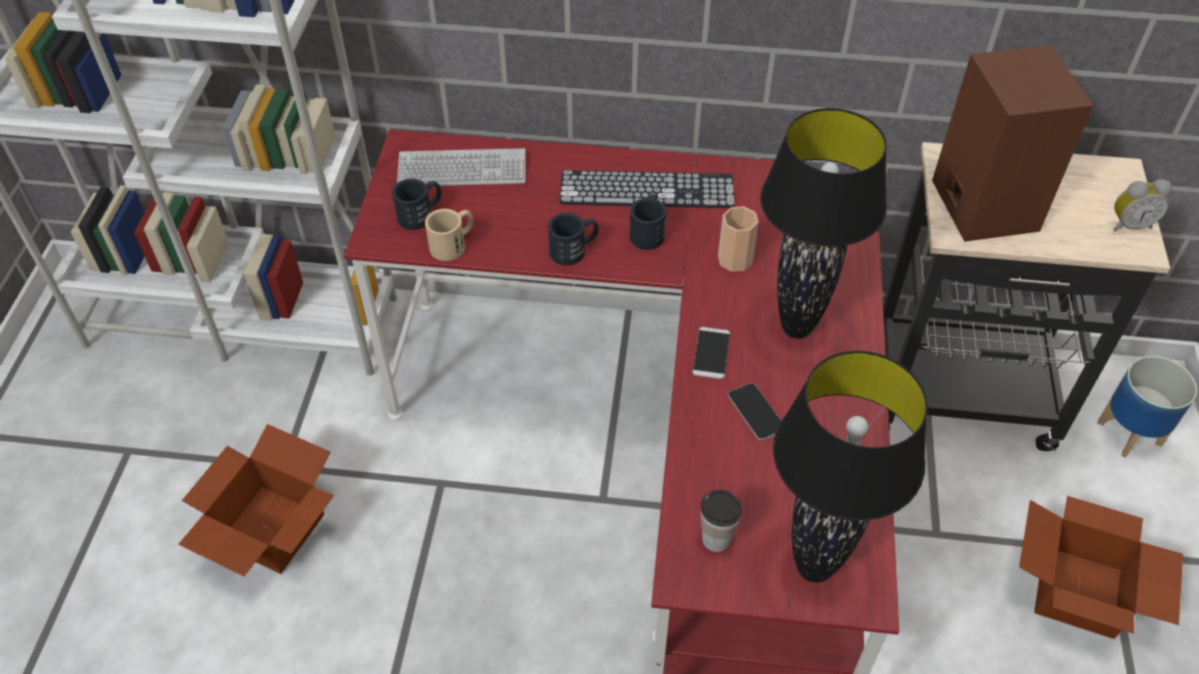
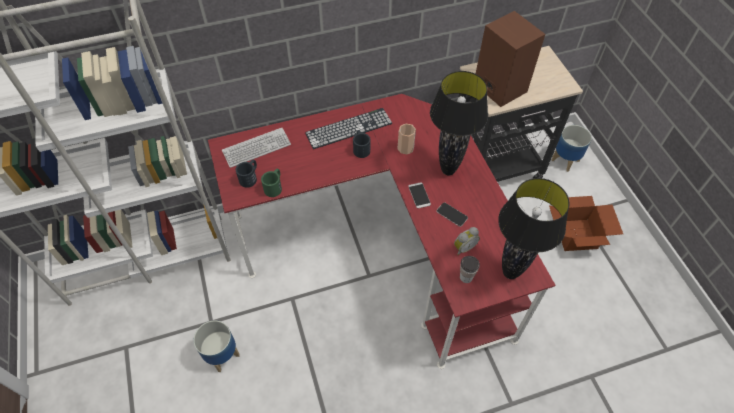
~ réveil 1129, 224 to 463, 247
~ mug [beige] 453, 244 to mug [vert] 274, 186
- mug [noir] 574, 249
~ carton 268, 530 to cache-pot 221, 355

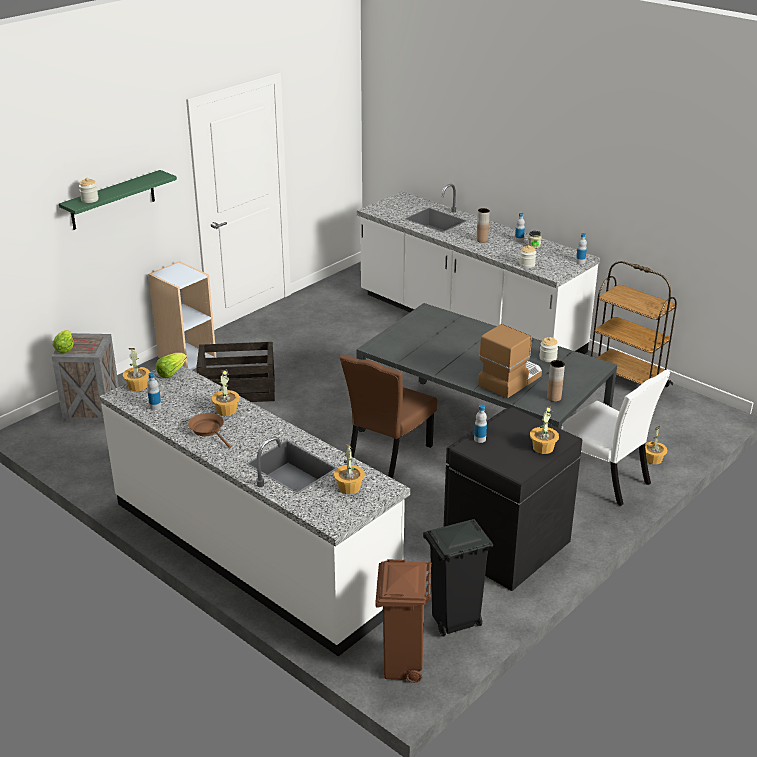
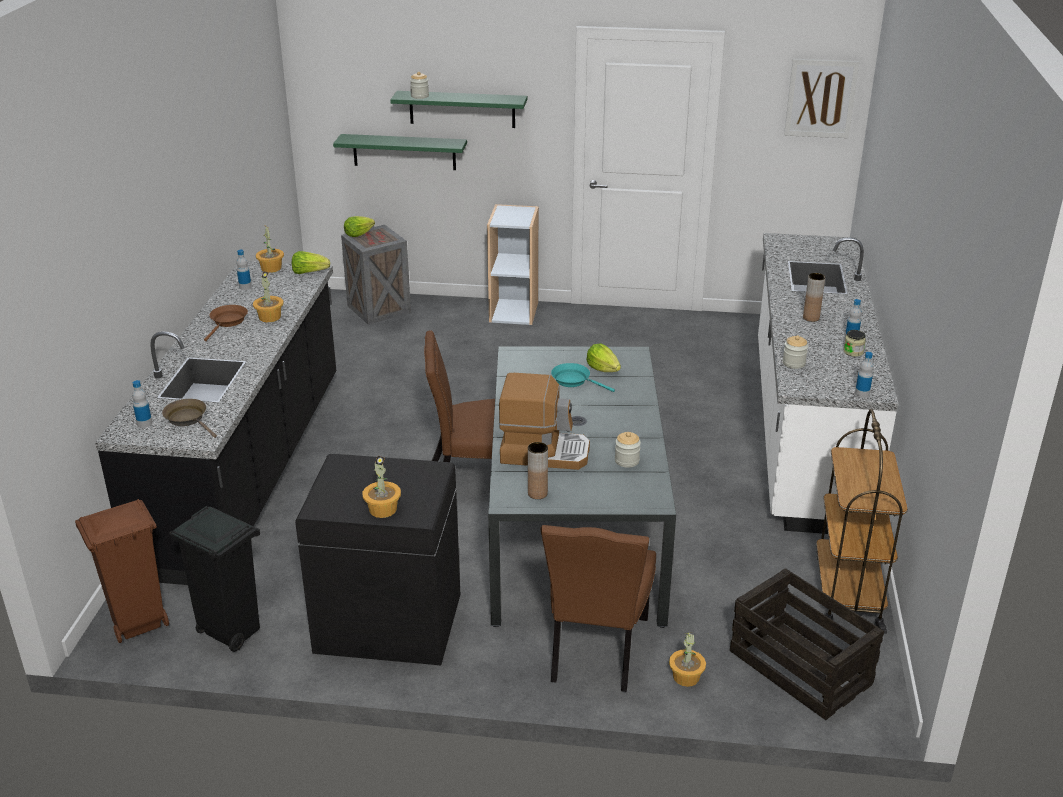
~ caisse 238, 390 to 801, 668
~ comptoir de cuisine [blanc] 253, 551 to comptoir de cuisine [noir] 248, 471
~ chaise [blanc] 601, 477 to chaise [marron] 596, 646
~ bouteille 479, 439 to 144, 423
~ plante en pot 349, 487 to poêle [marron] 188, 419
+ tableau 820, 98
+ étagère [vert] 404, 152
+ laitue 603, 369
+ poêle [turquoise] 574, 380

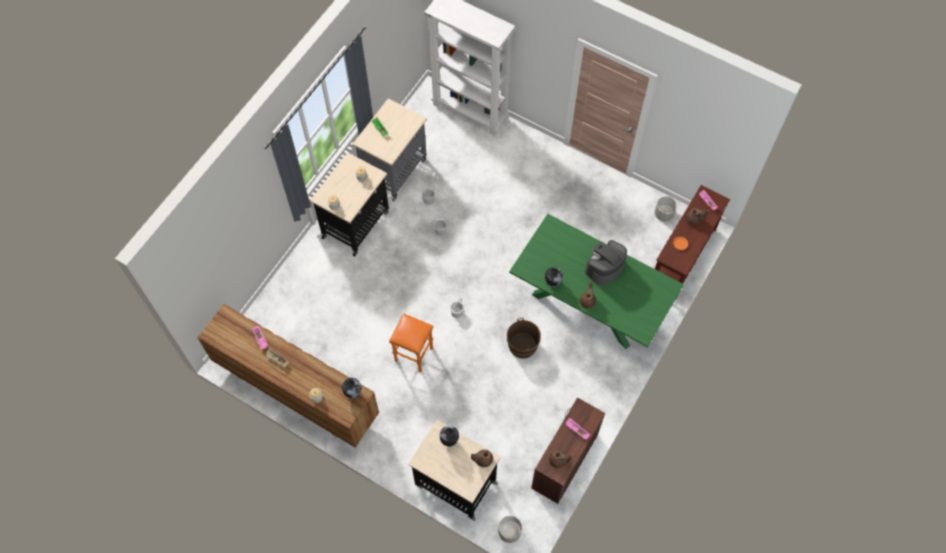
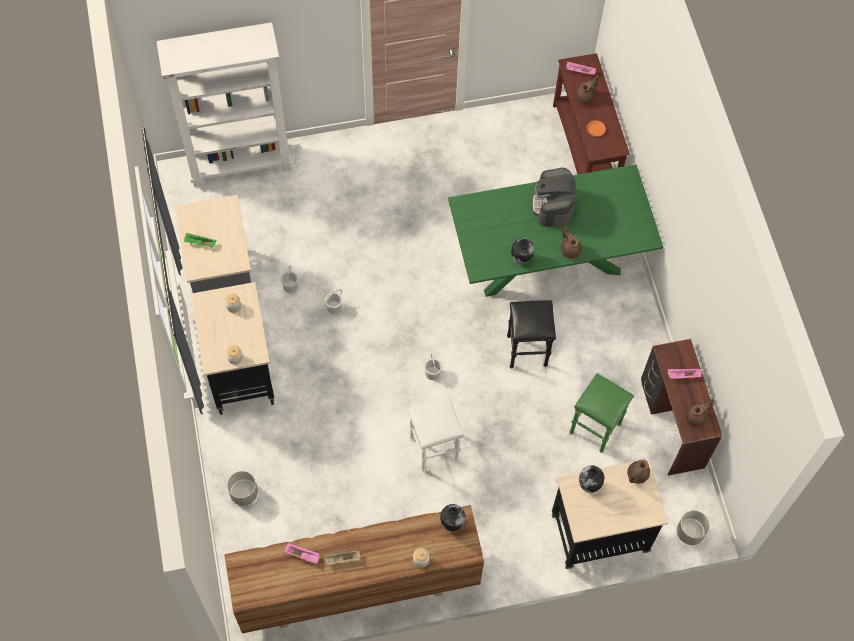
~ cache-pot [gris] 663, 214 to 244, 493
~ tabouret [orange] 413, 355 to tabouret [blanc] 433, 450
~ seau [marron] 522, 345 to tabouret [noir] 526, 351
+ tabouret [vert] 594, 428

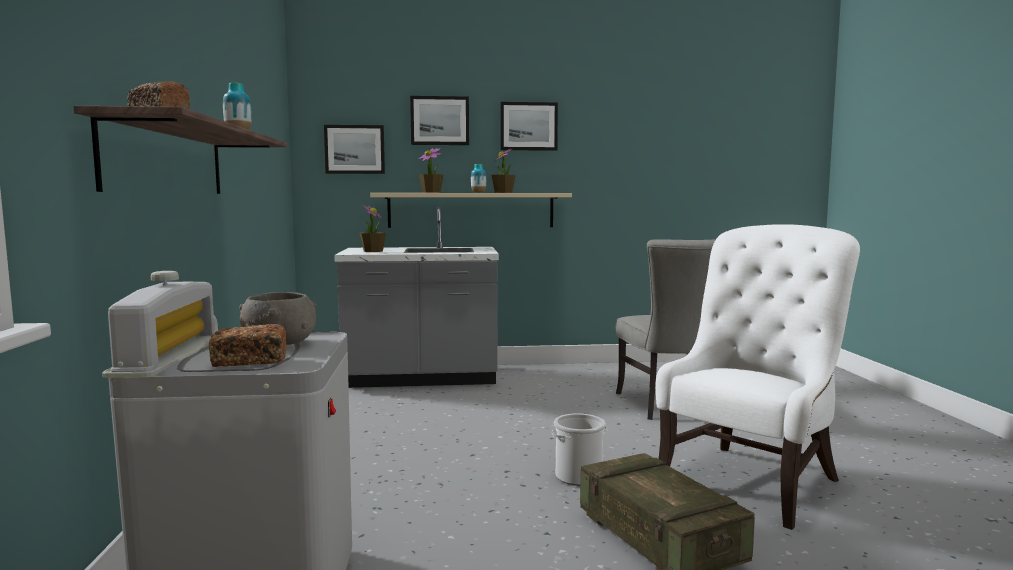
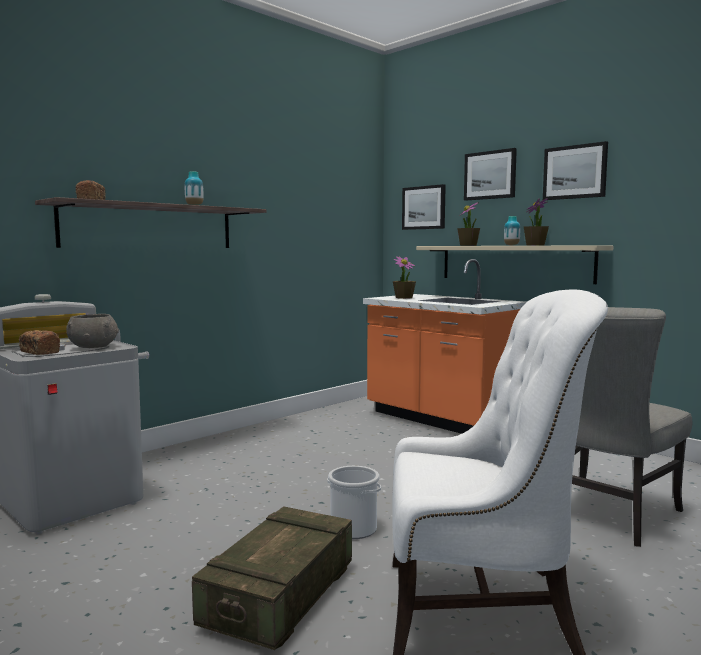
~ comptoir de cuisine [gris] 421, 378 to comptoir de cuisine [orange] 441, 419

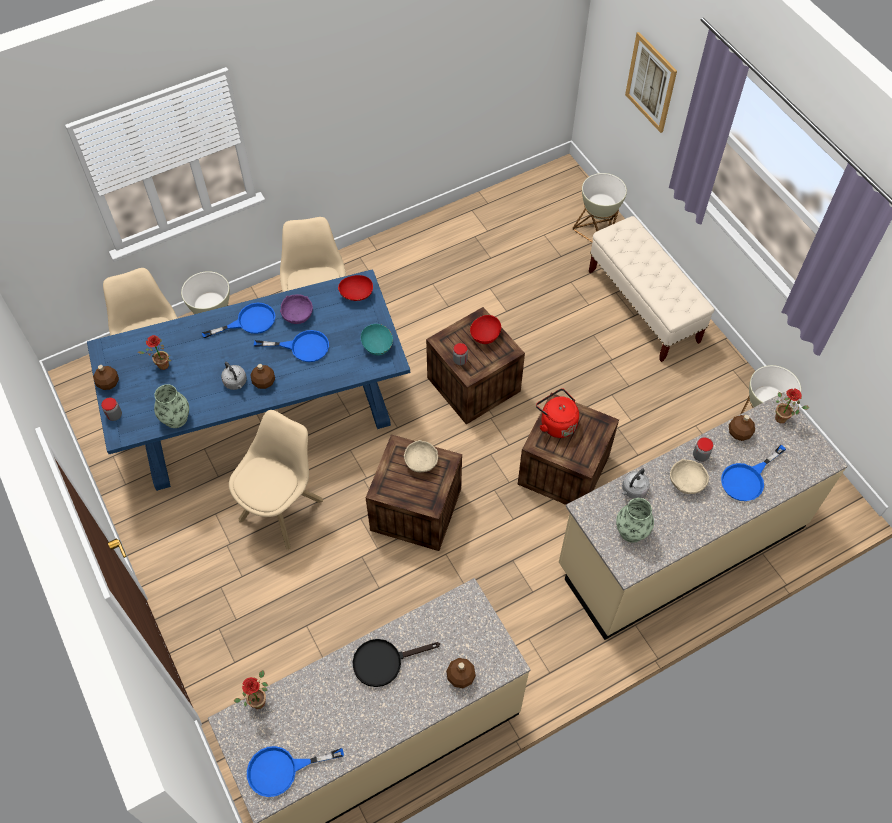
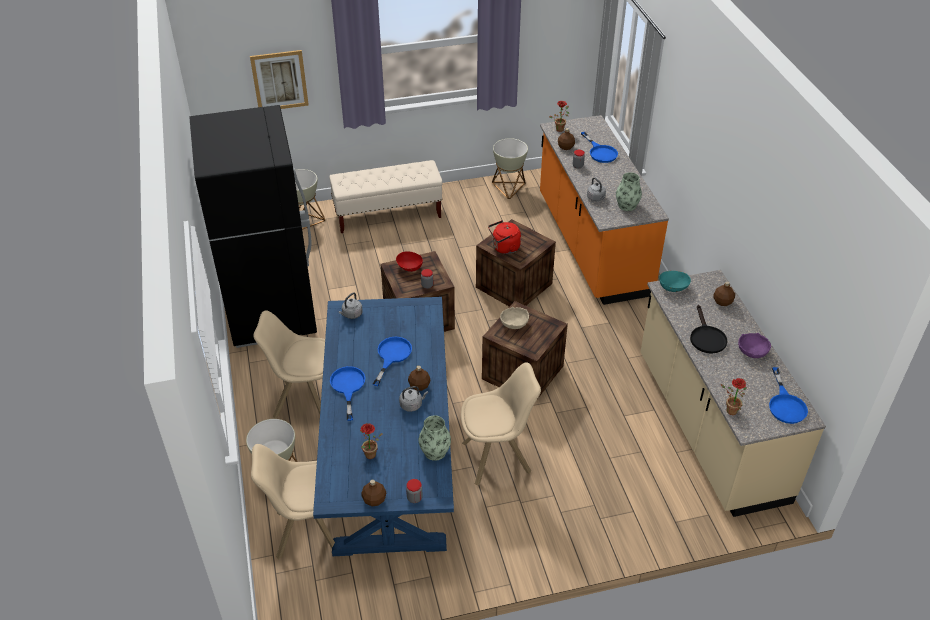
~ bol [rouge] 356, 295 to bouilloire [gris] 351, 314
~ bol [violet] 297, 315 to 752, 352
~ bol [turquoise] 377, 346 to 673, 287
~ comptoir de cuisine [beige] 680, 546 to comptoir de cuisine [orange] 591, 245
~ chaise [beige] 282, 510 = 497, 458 120 degrees clockwise
- bol [beige] 687, 482
+ réfrigérateur [noir] 271, 310

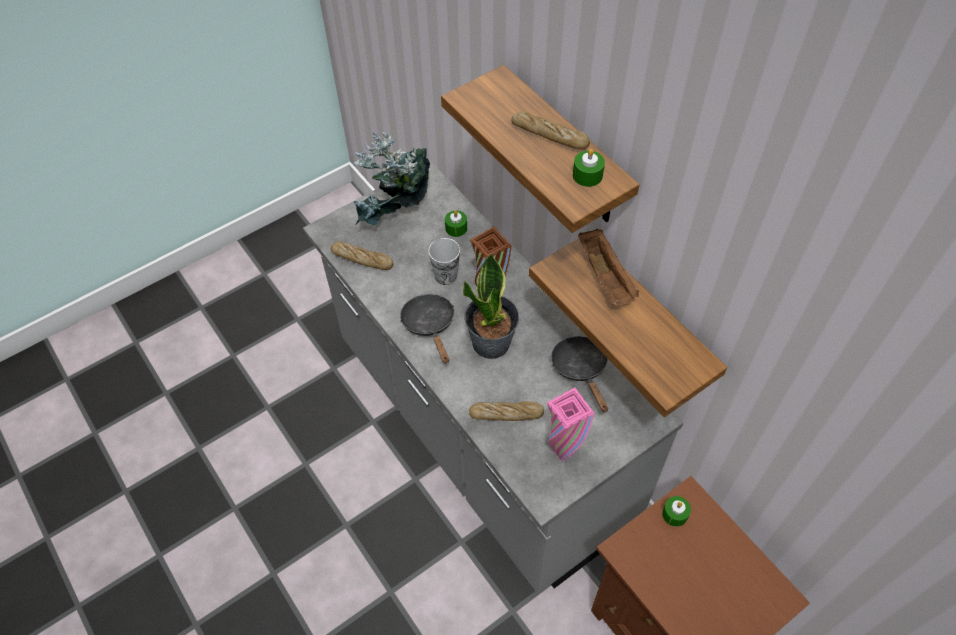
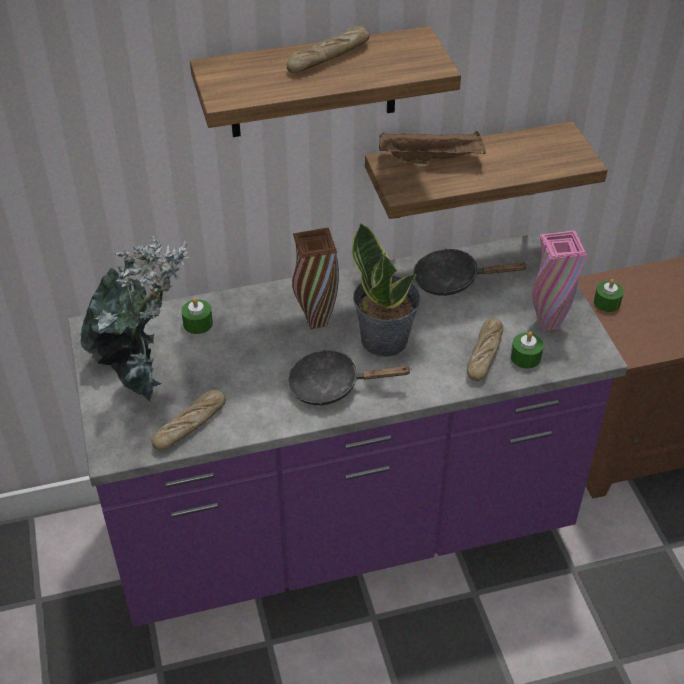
~ bougie [vert] 587, 175 to 525, 357
~ comptoir de cuisine [gris] 480, 433 to comptoir de cuisine [violet] 342, 529
- tasse 446, 276

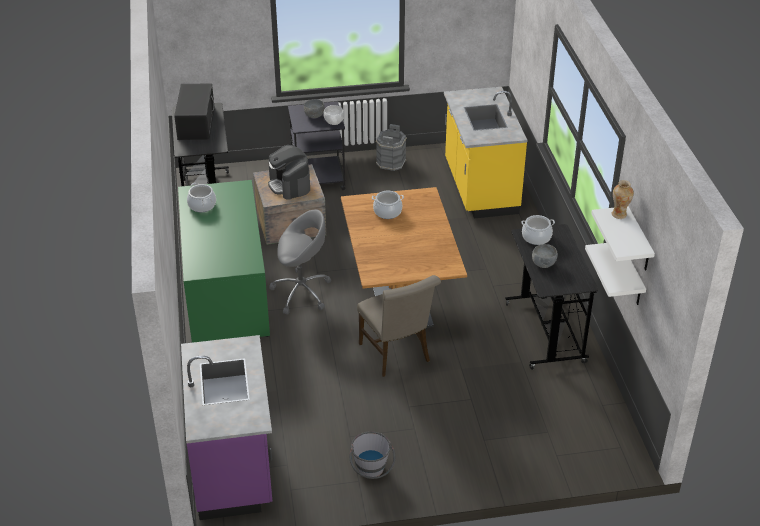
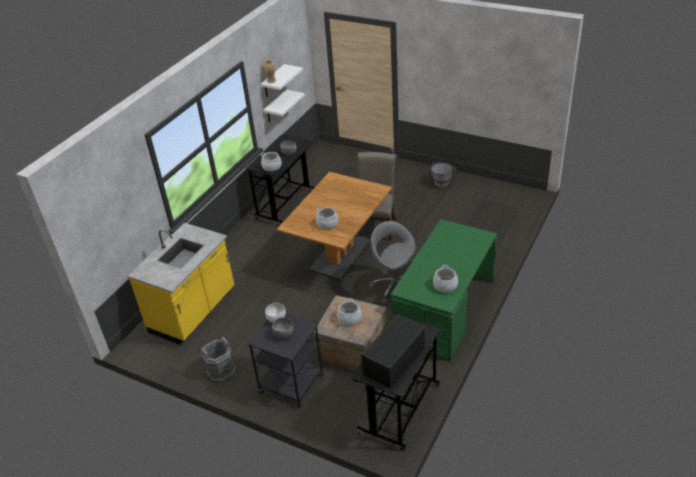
~ machine à café 289, 185 to marmite 349, 318
- comptoir de cuisine [violet] 233, 465

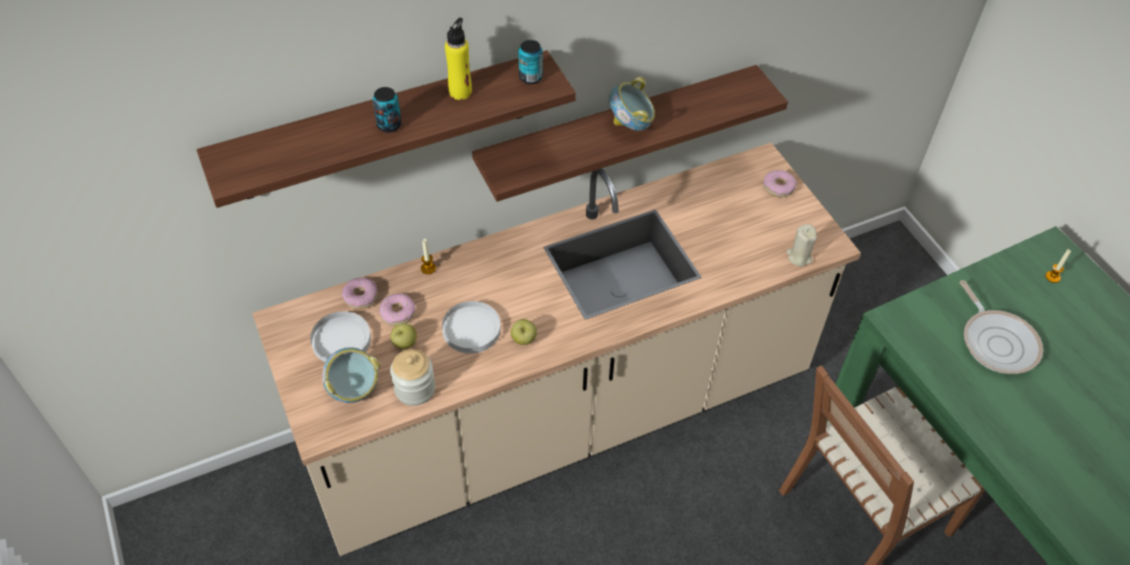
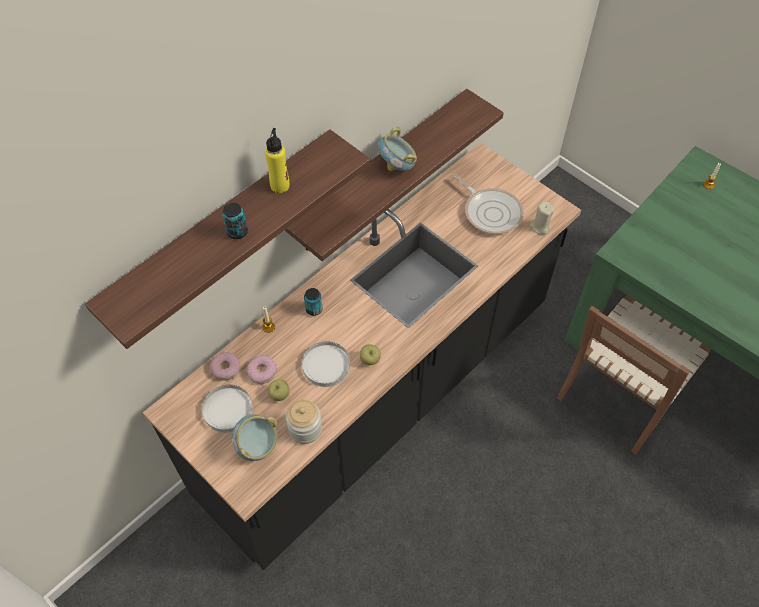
~ boîte métallique 530, 77 to 314, 309
~ comptoir de cuisine [beige] 561, 417 to comptoir de cuisine [noir] 379, 399
- beignet 778, 187
~ poêle 997, 342 to 490, 212

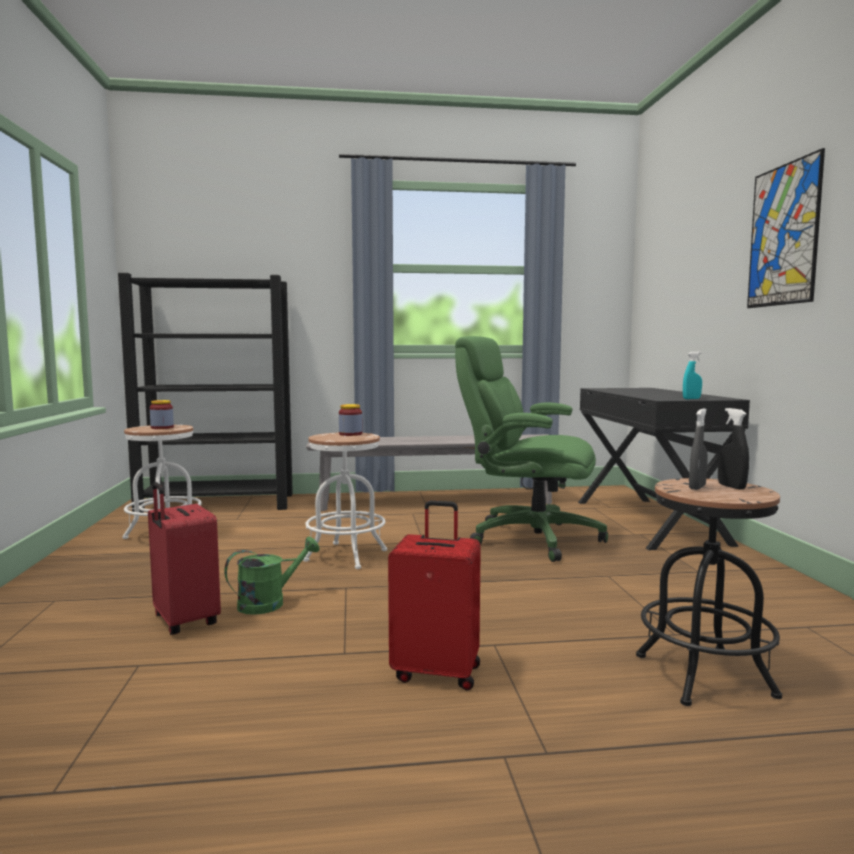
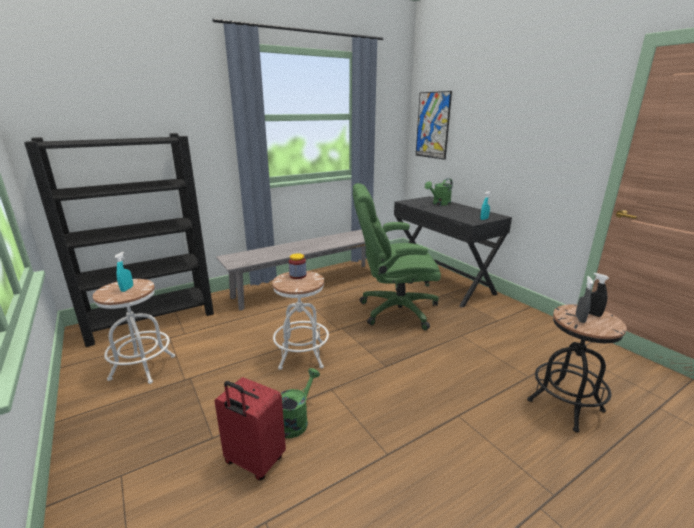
~ tableau 783, 235 to 432, 125
~ bocal 162, 428 to vaporisateur [turquoise] 127, 289
- valise [rouge] 437, 672
+ arrosoir [vert] 439, 204

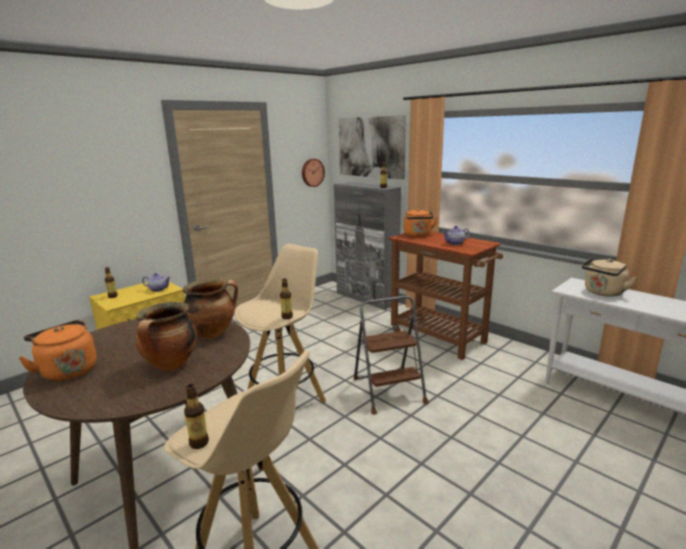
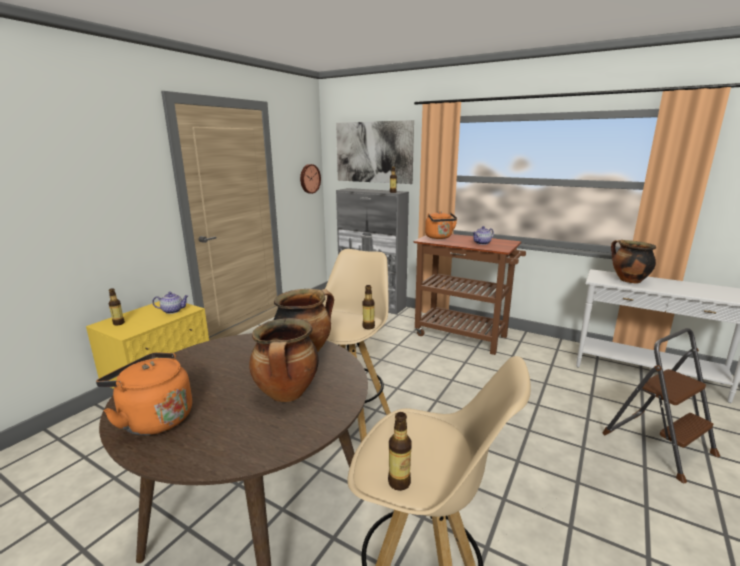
~ bouilloire [beige] 603, 293 to marmite 628, 280
~ escabeau [marron] 388, 388 to 654, 441

